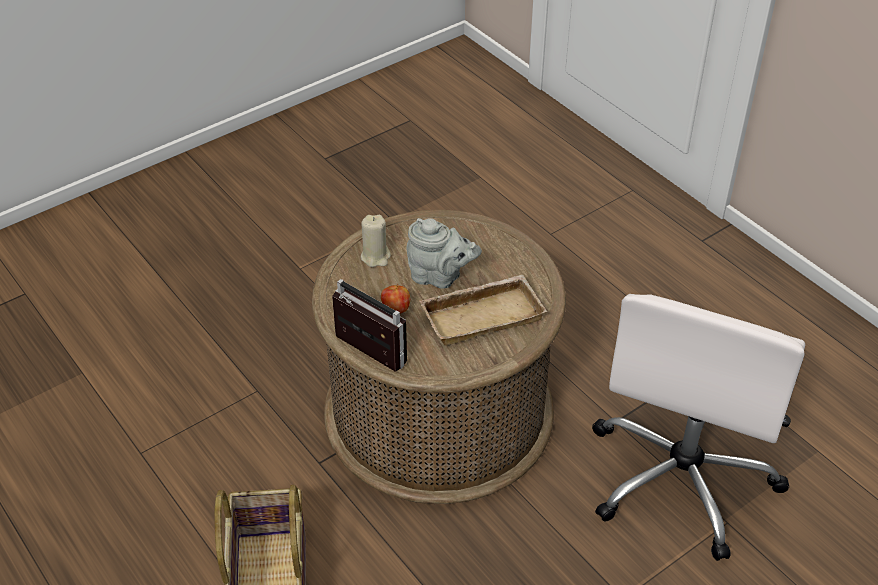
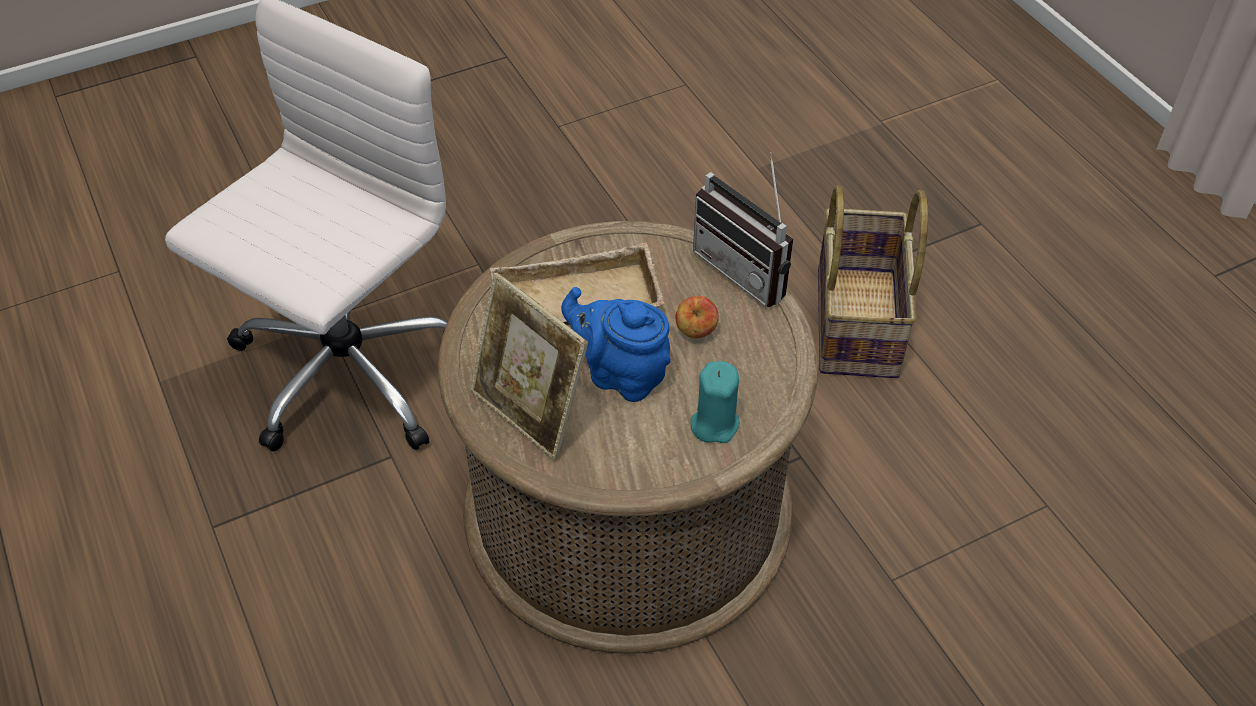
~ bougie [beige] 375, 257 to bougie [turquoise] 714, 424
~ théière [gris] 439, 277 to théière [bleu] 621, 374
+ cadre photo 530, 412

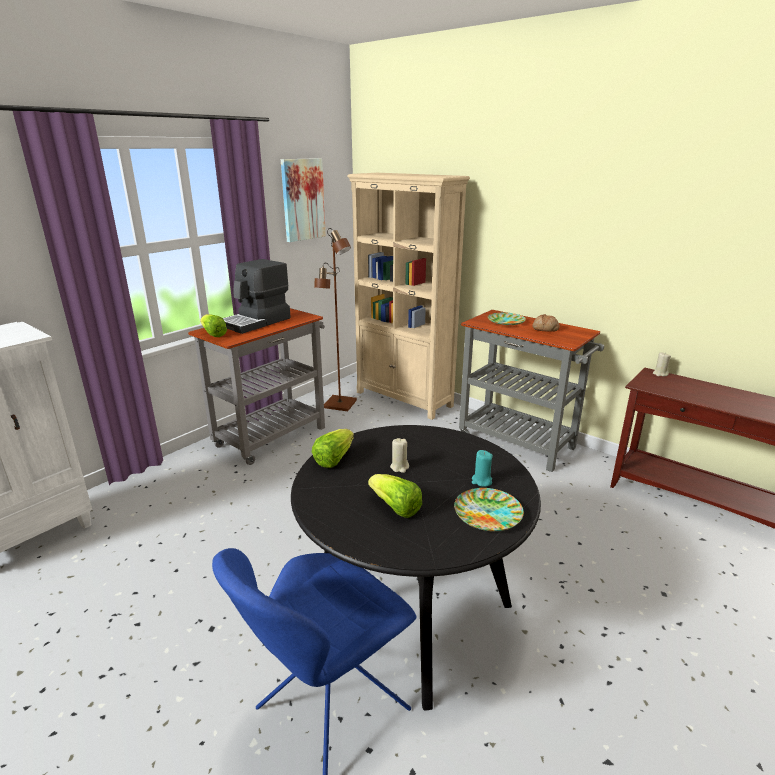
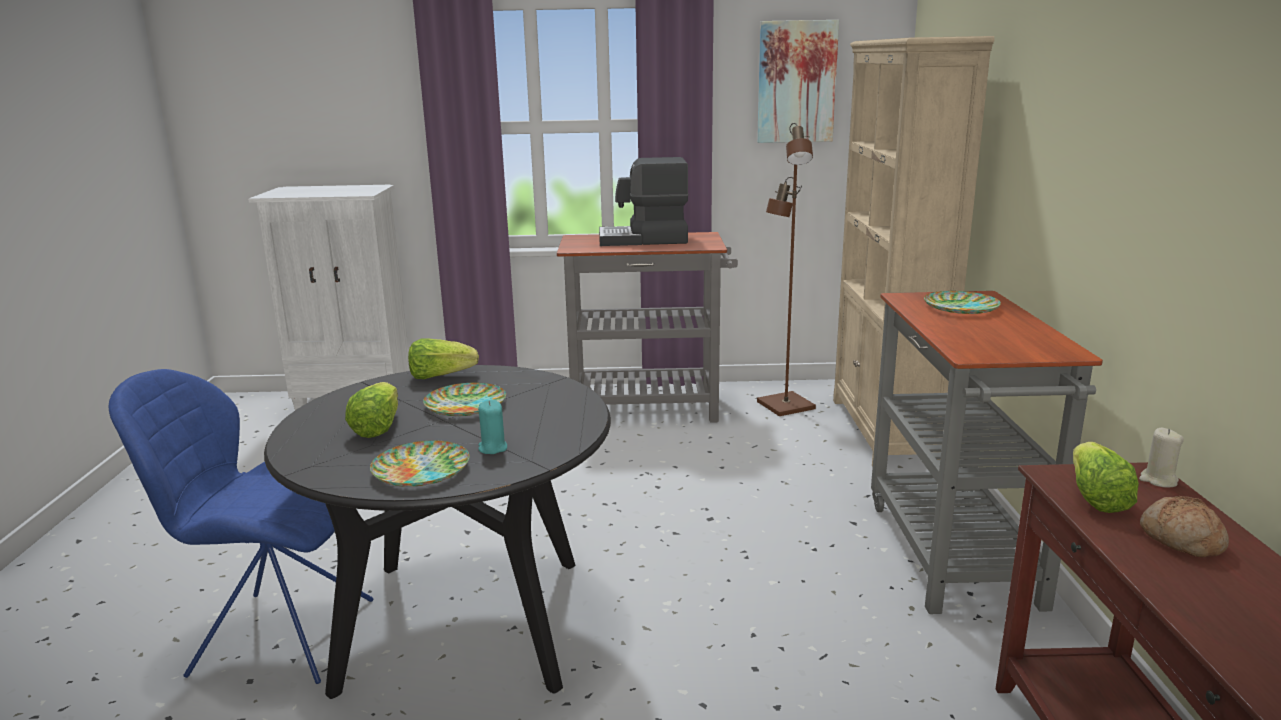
~ laitue 213, 334 to 1095, 497
~ pain 545, 329 to 1180, 540
~ bougie [beige] 399, 467 to assiette 465, 405

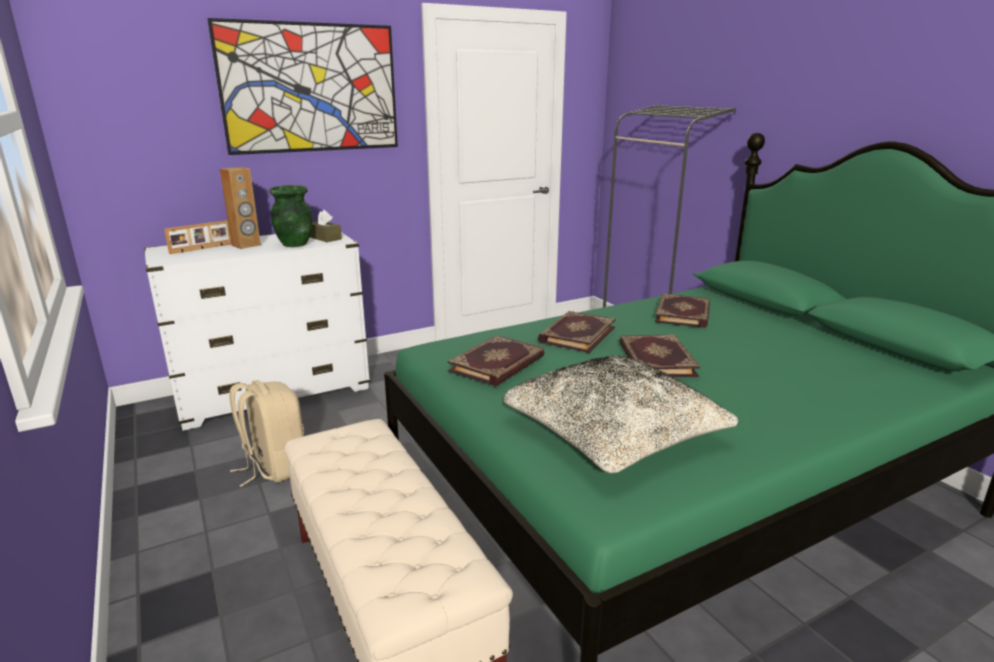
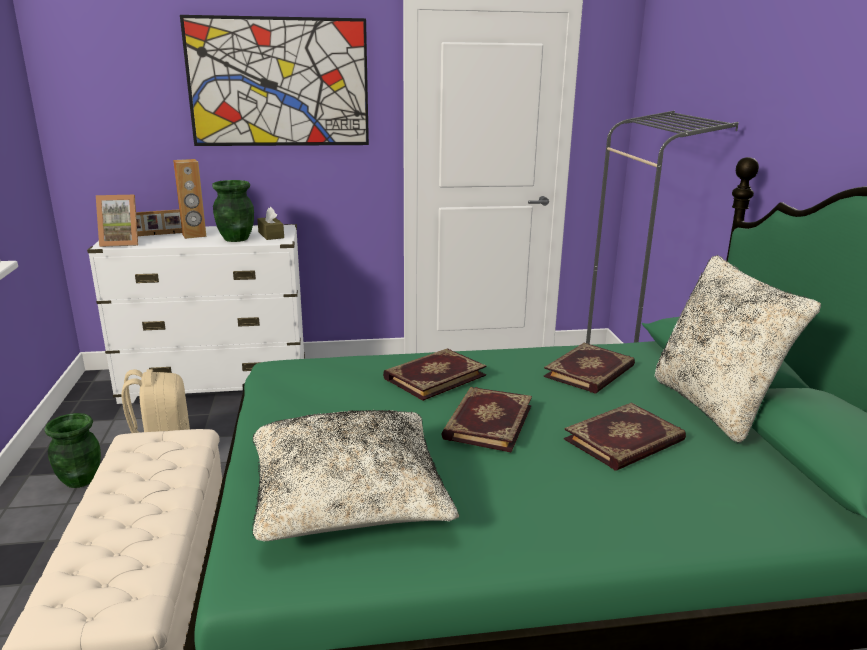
~ livre 498, 364 to 625, 441
+ cadre photo 121, 243
+ coussin [beige] 712, 410
+ vase [vert] 79, 480

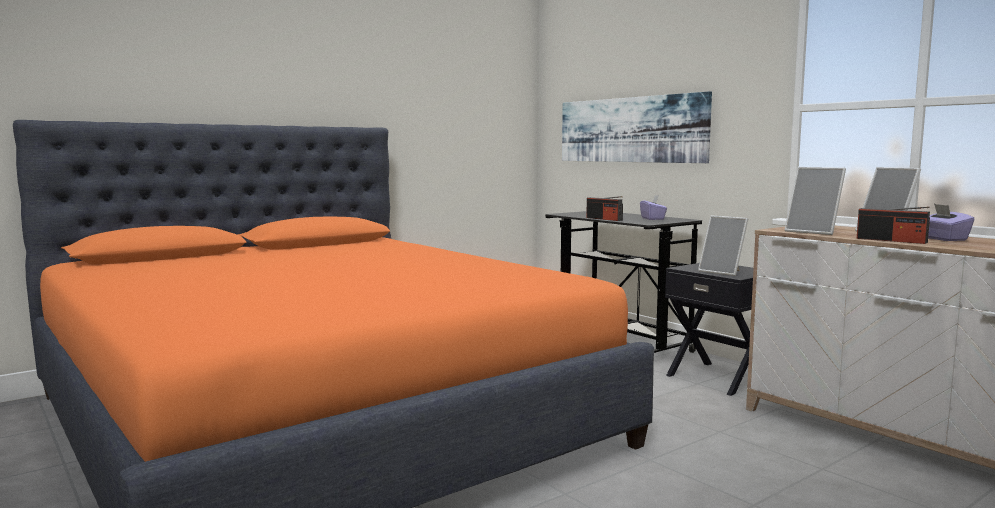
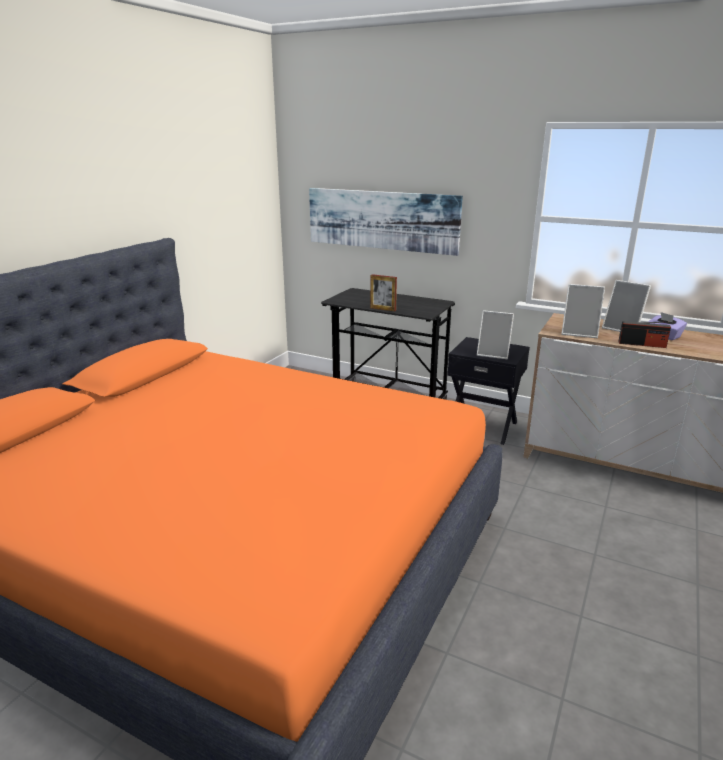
- boîte à mouchoirs [violet] 653, 219
~ radio 604, 219 to cadre photo 383, 309

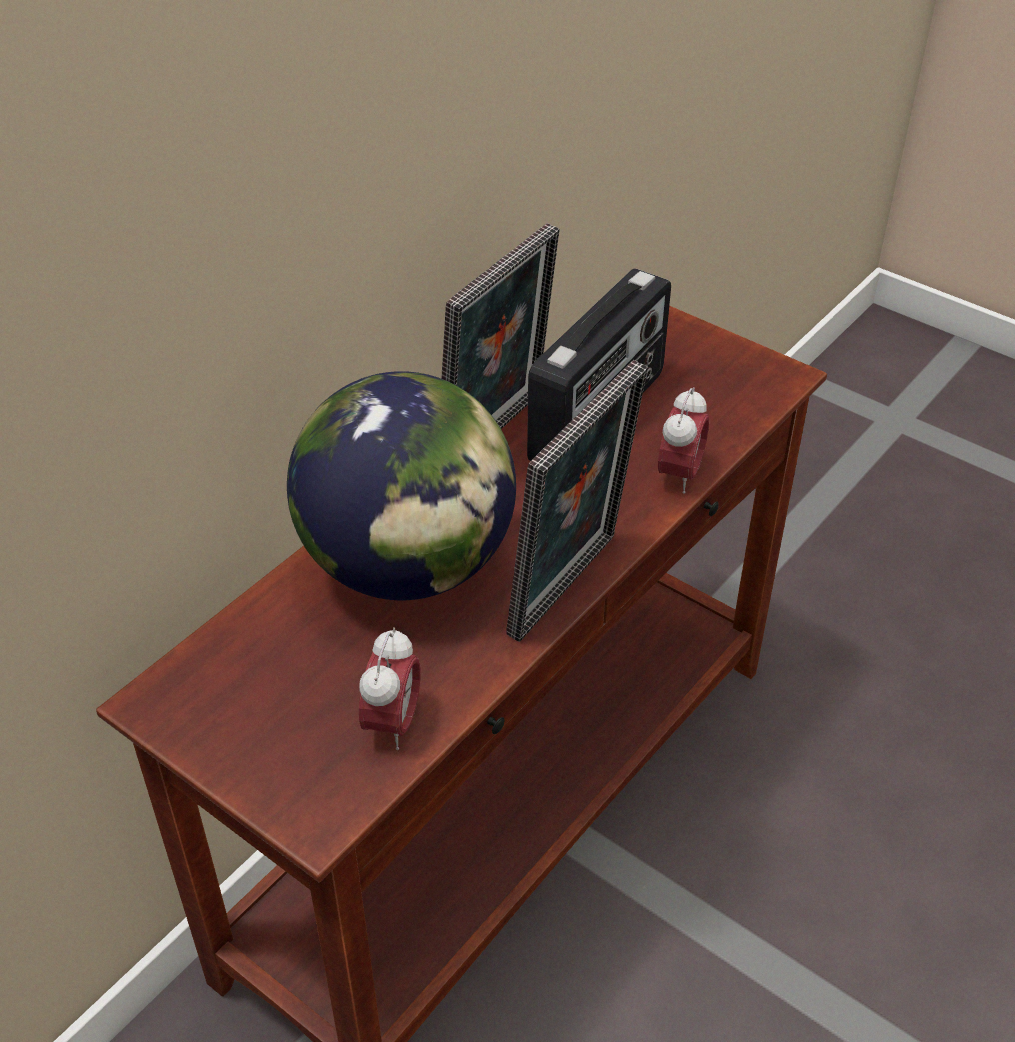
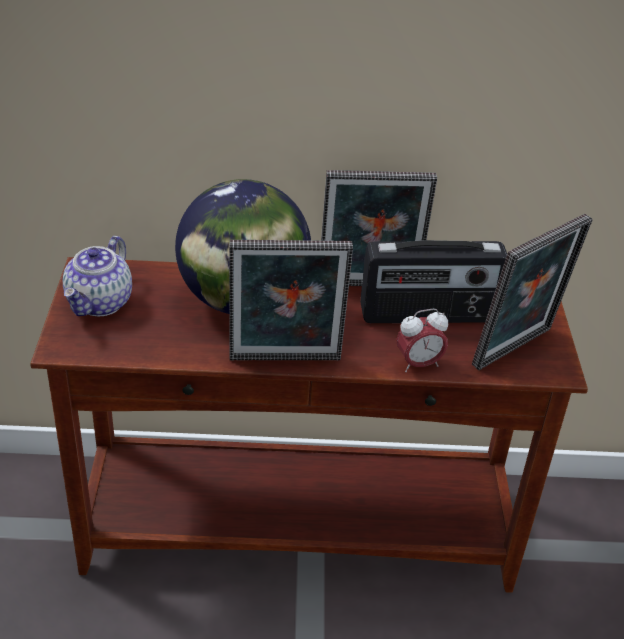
- réveil 392, 724
+ cadre photo 517, 350
+ théière 100, 303

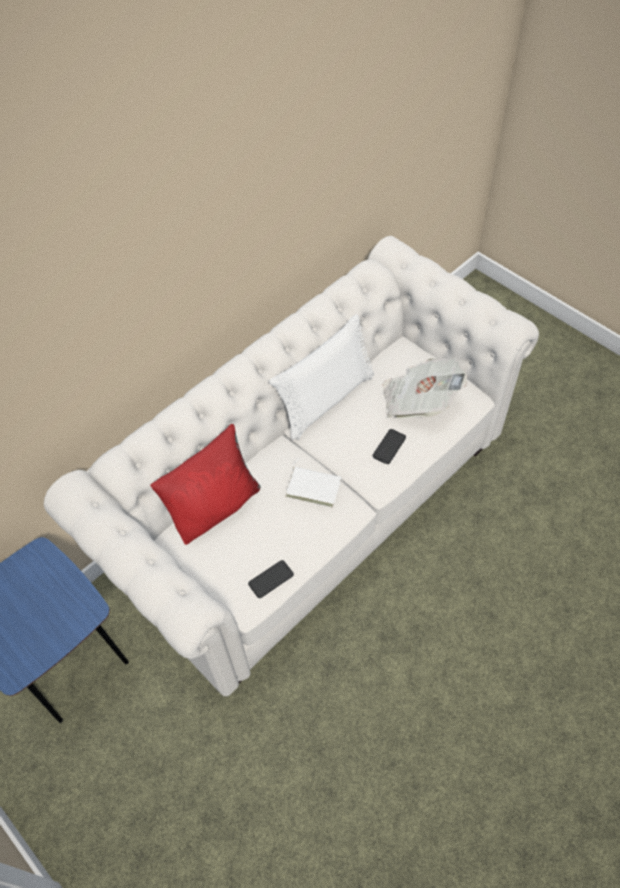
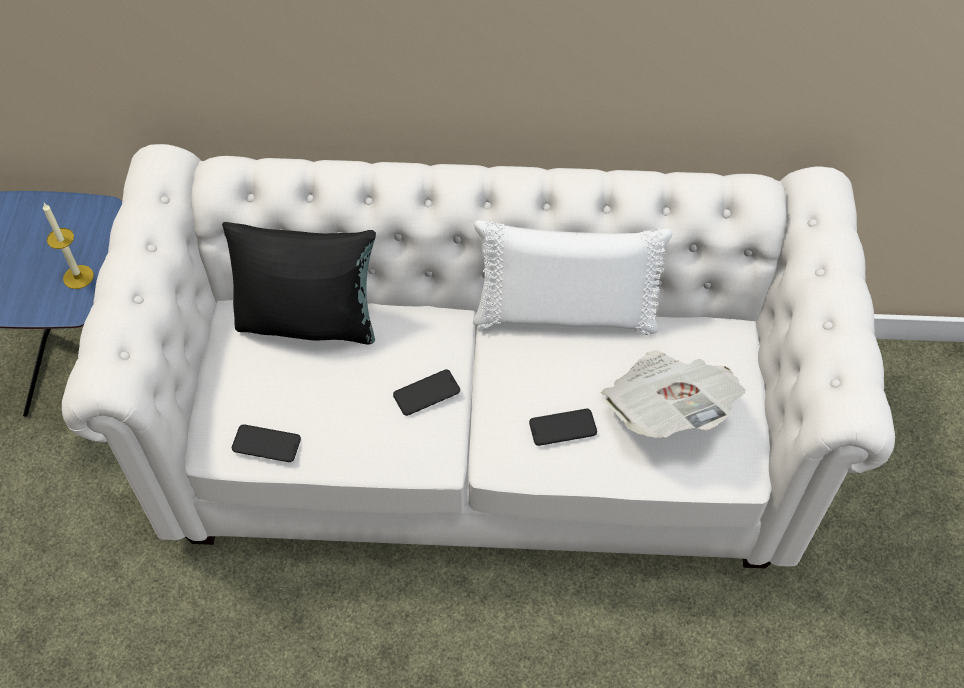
~ coussin [rouge] 215, 507 to coussin [noir] 309, 321
~ livre [blanc] 314, 487 to téléphone 426, 393
+ bougie 78, 277

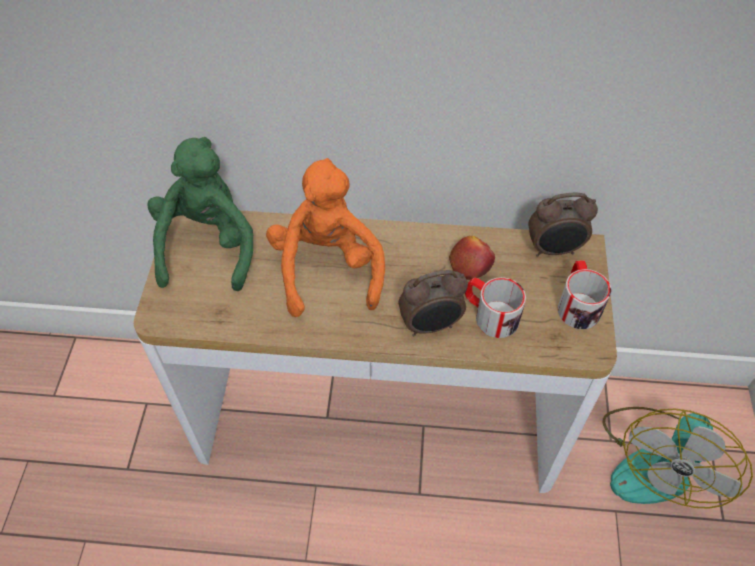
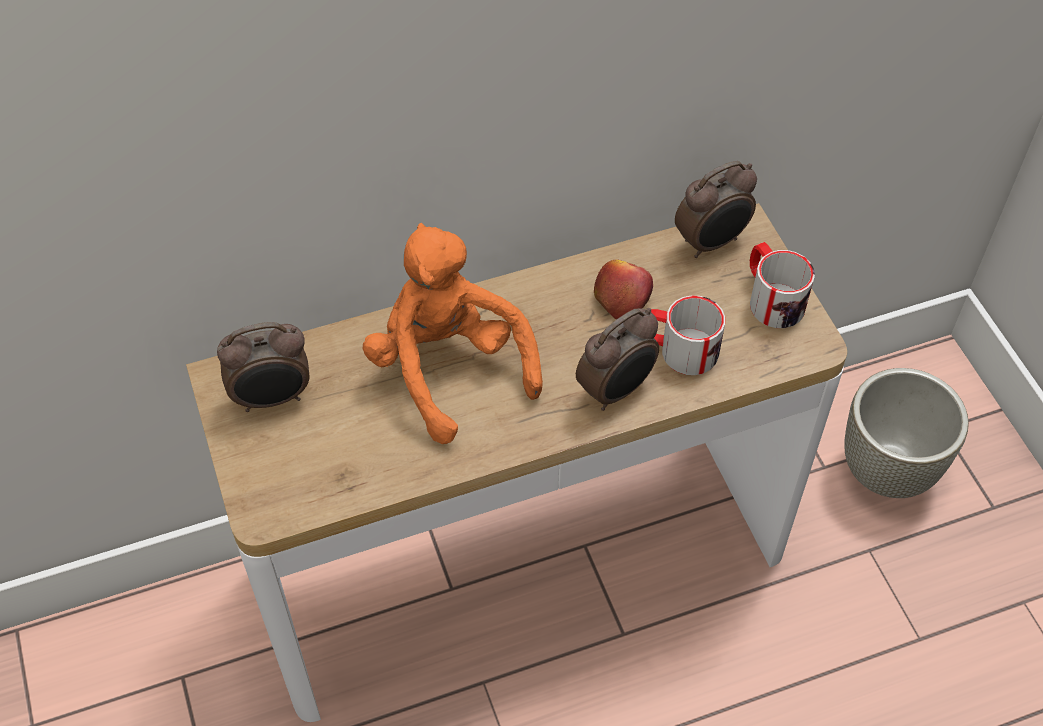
~ peluche [vert] 208, 246 to réveil 273, 398
~ ventilateur 656, 461 to cache-pot [gris] 888, 469

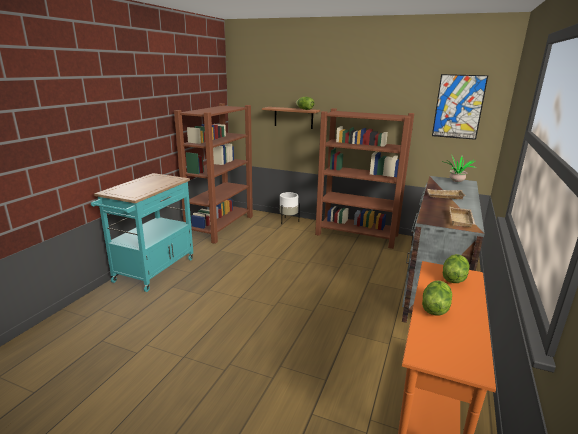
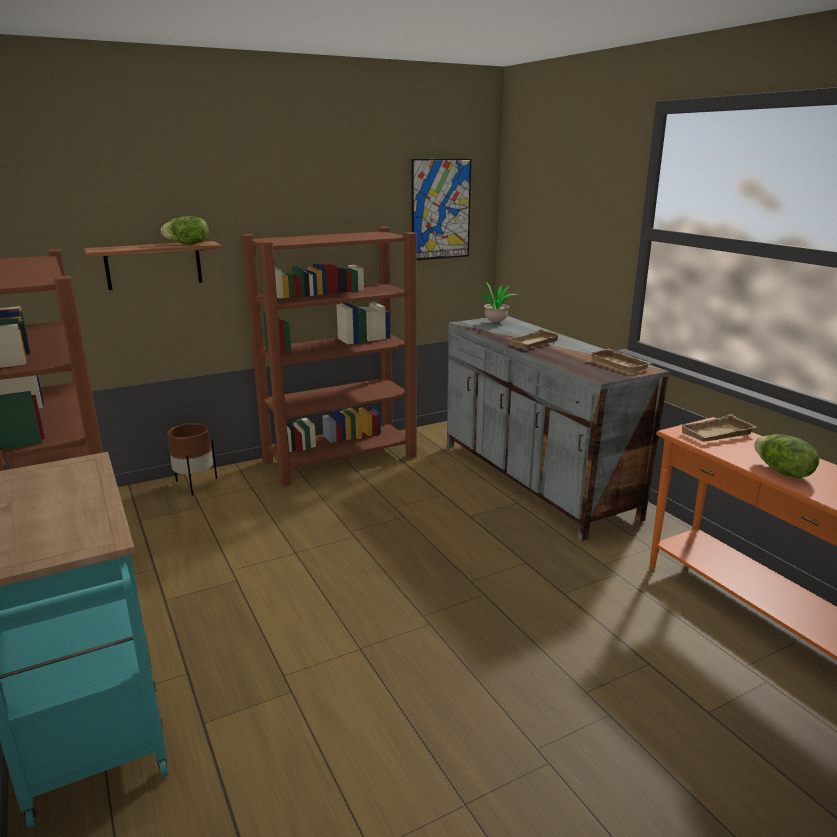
~ cache-pot [blanc] 288, 221 to cache-pot [marron] 195, 484
~ laitue 453, 278 to plateau [beige] 717, 435

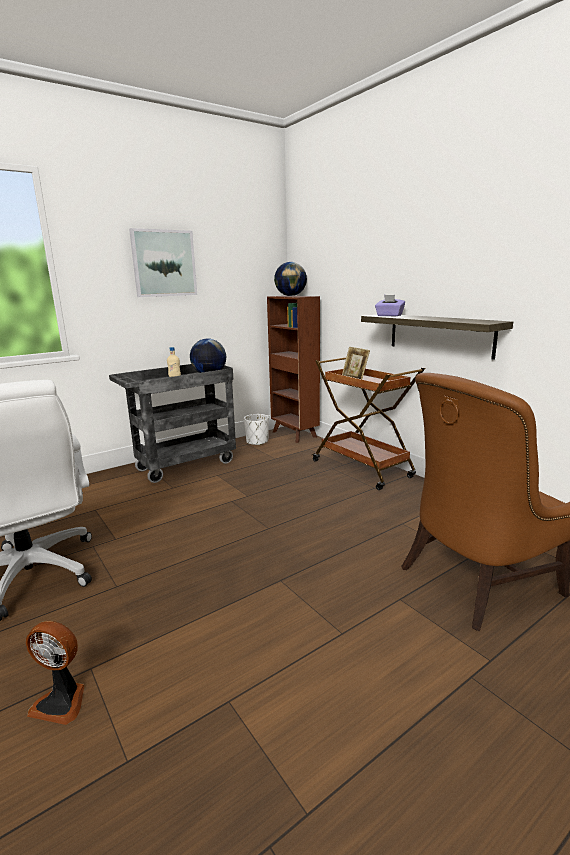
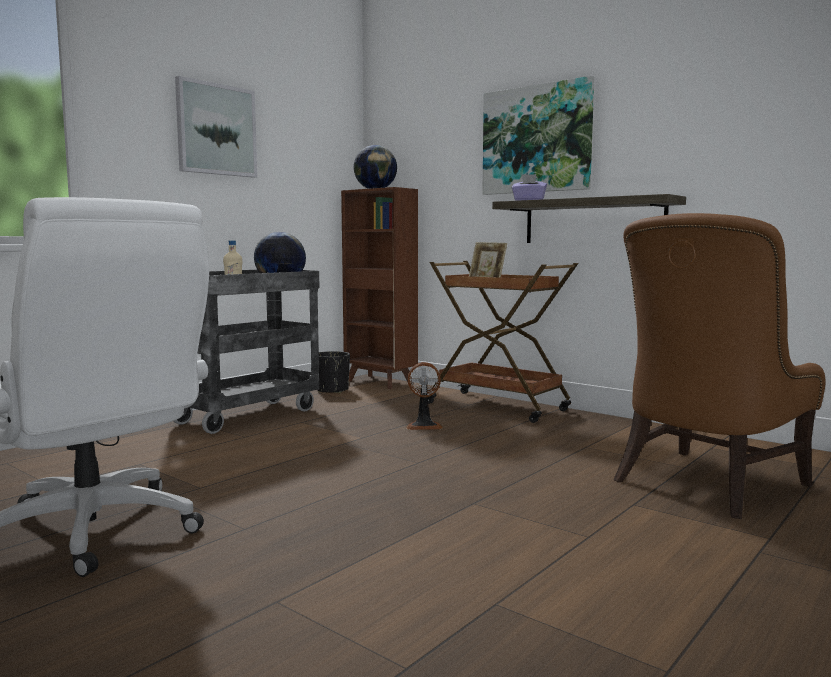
~ cache-pot [blanc] 257, 441 to cache-pot [noir] 332, 390
~ ventilateur 62, 701 to 424, 426
+ tableau 536, 139

